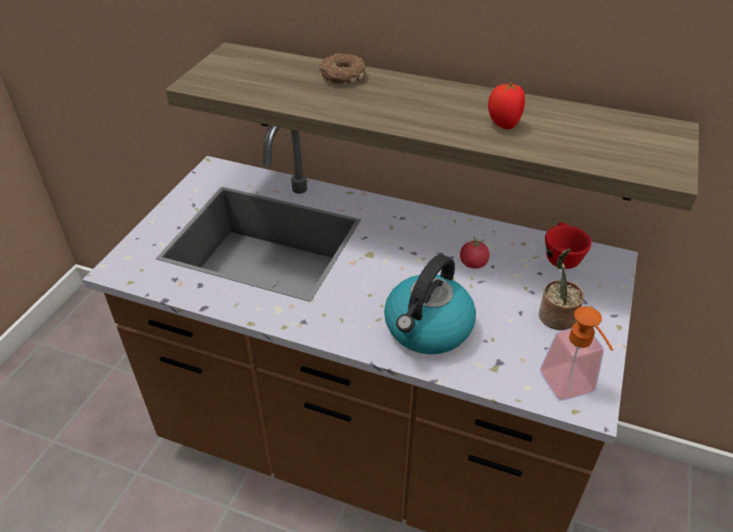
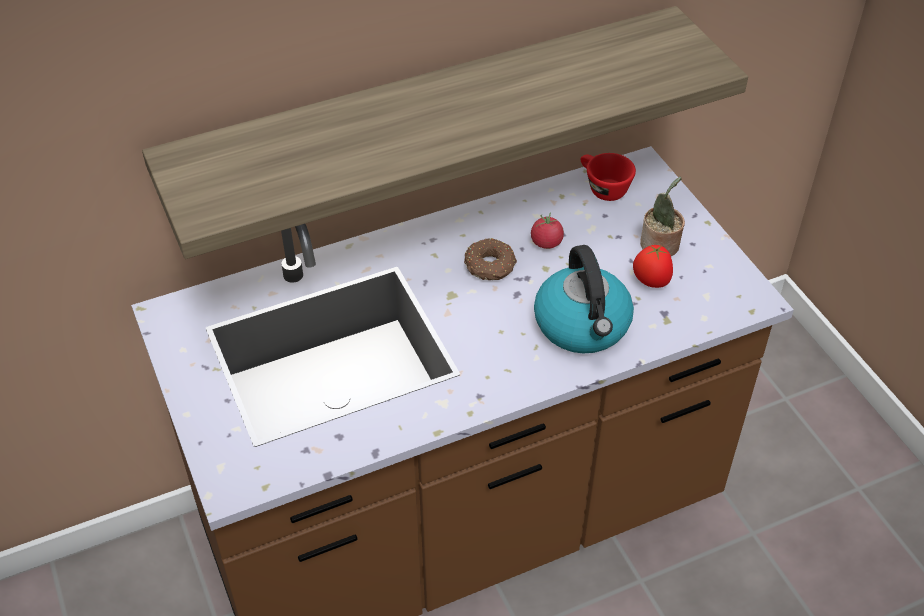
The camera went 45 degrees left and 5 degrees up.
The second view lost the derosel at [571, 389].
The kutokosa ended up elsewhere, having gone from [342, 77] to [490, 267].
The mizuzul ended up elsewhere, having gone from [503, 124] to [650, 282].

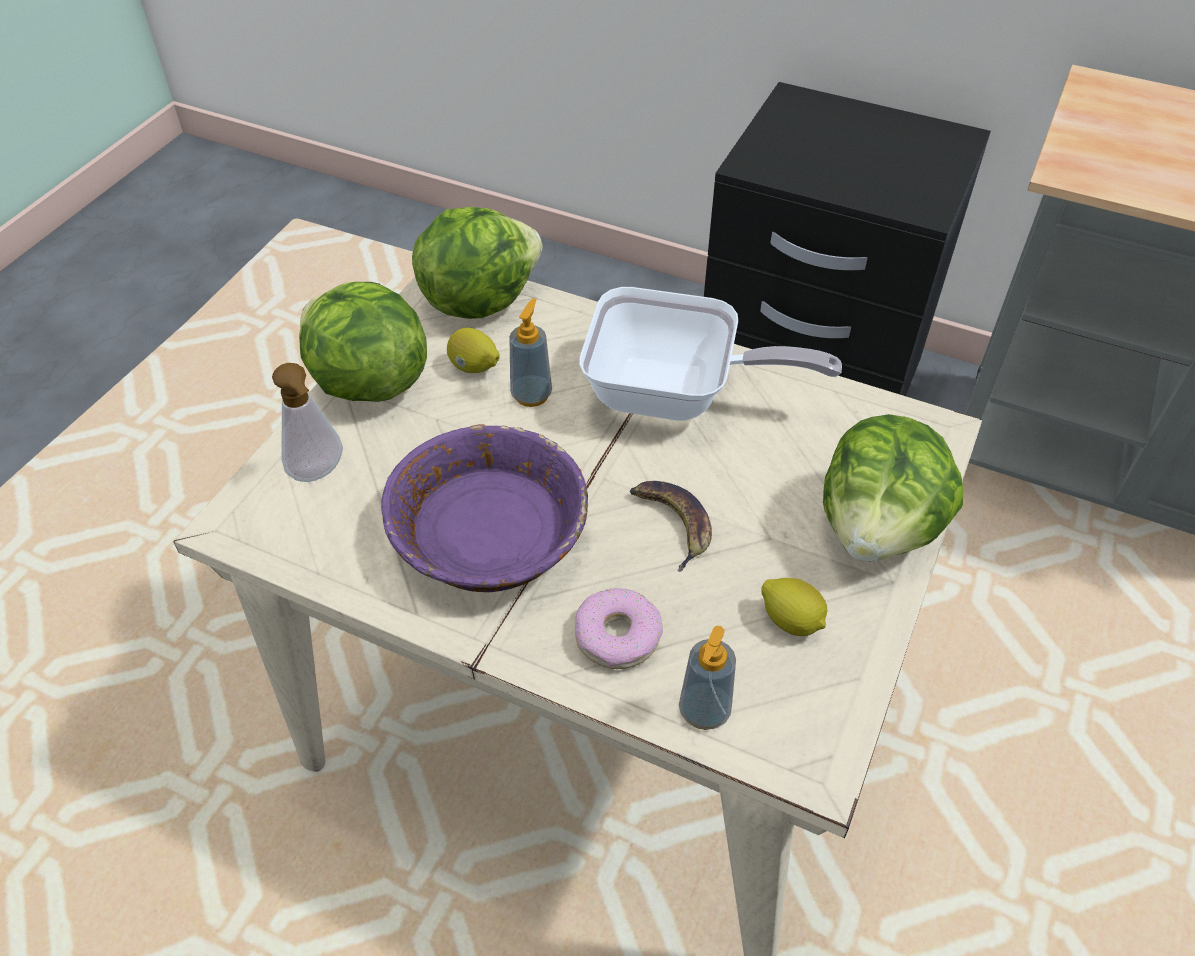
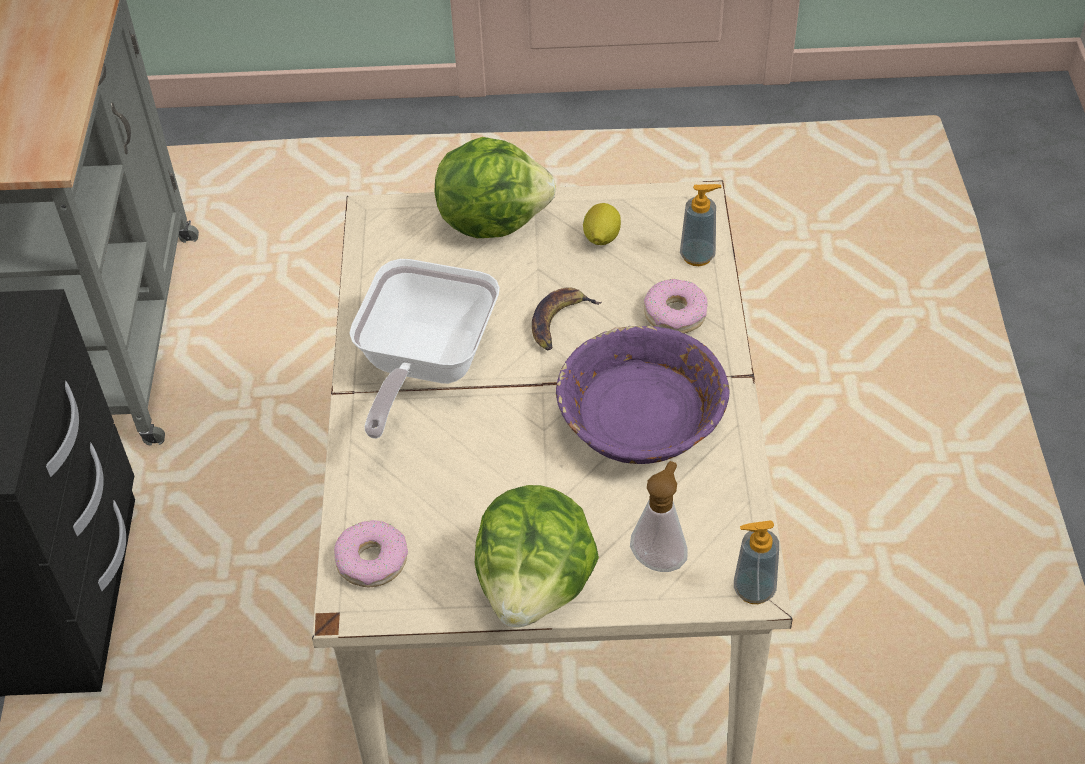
The camera went 115 degrees left and 0 degrees up.
The second view lost the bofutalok at [474, 367].
The derosel ended up elsewhere, having gone from [531, 395] to [754, 589].
Where the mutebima stood at [478, 299], the kutokosa came to stand at [372, 560].
The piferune at [675, 396] ended up facing another way, 150 degrees counterclockwise from before.

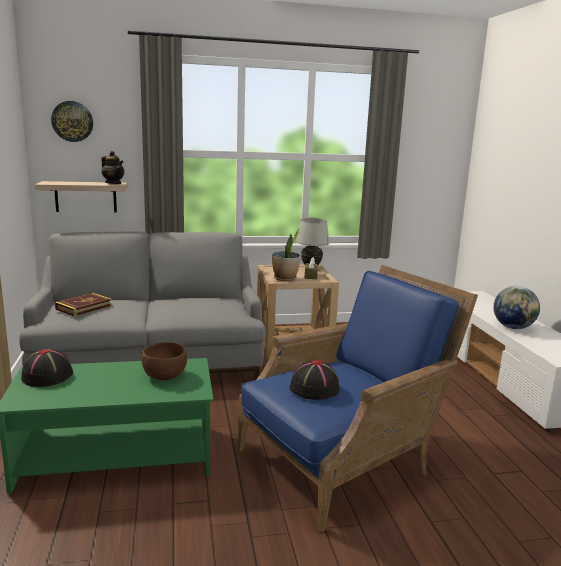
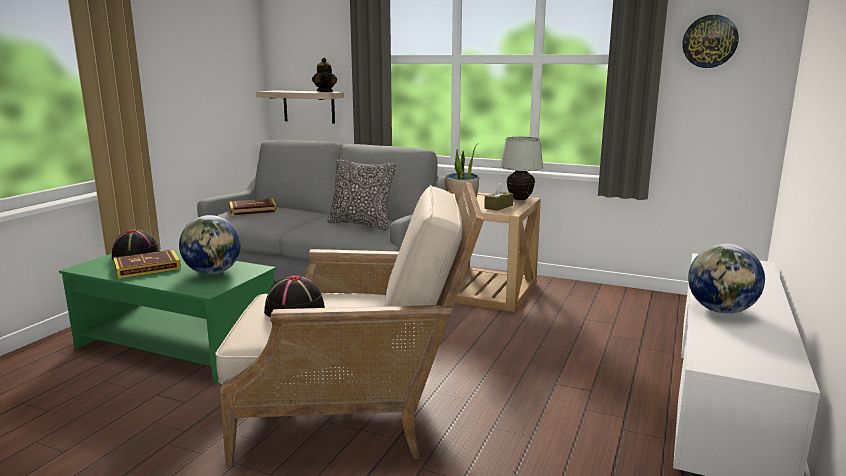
The camera went 35 degrees right and 0 degrees up.
The second view gained the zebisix at [147, 268].
The second view gained the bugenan at [361, 224].
The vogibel ended up elsewhere, having gone from [72, 121] to [710, 41].
Where the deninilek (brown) stood at [165, 375], the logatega came to stand at [213, 272].
What was the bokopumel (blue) at [345, 458] turned into the bokopumel (beige) at [357, 412].

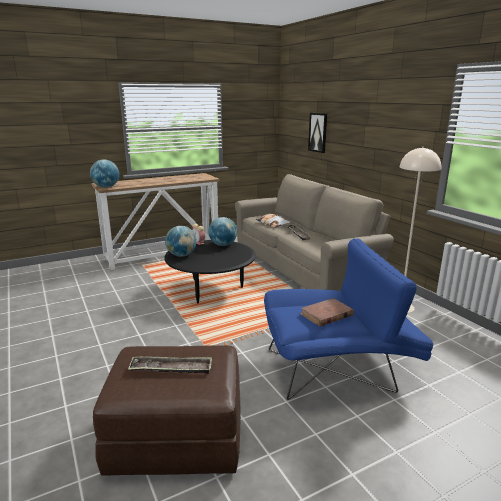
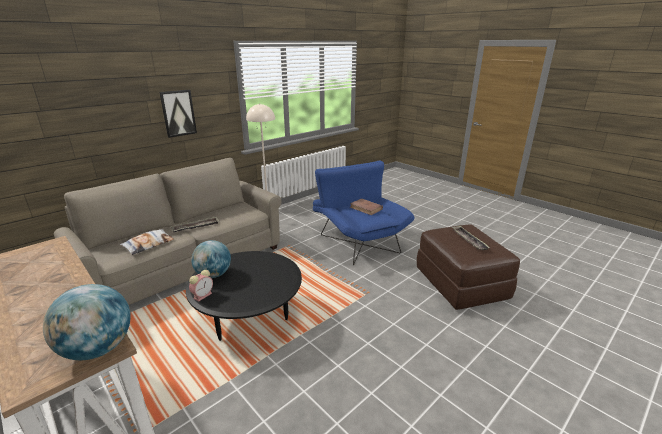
The camera went 105 degrees left and 5 degrees up.
The second view lost the logatega at [181, 255].
The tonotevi ended up elsewhere, having gone from [318, 132] to [178, 113].

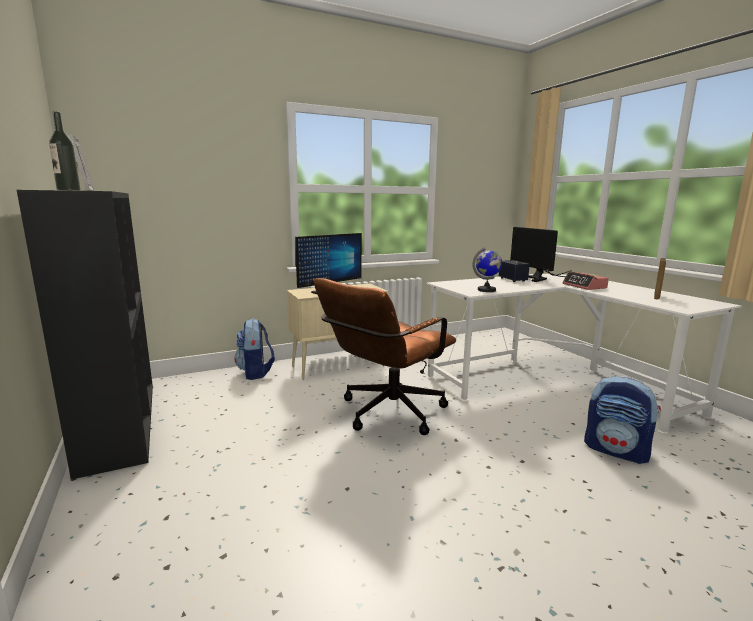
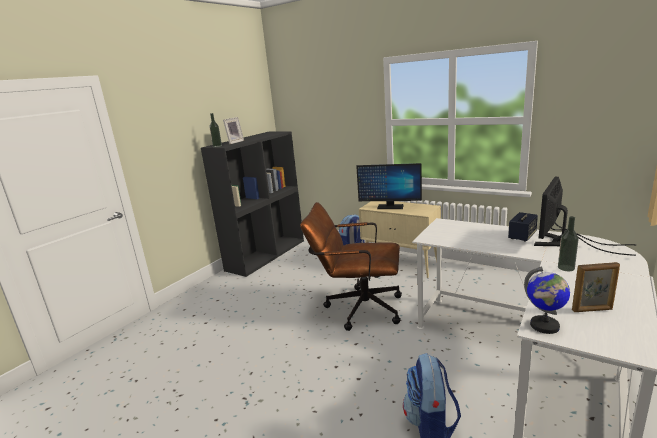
The camera went 60 degrees right and 5 degrees up.
The logatega ended up elsewhere, having gone from [486, 290] to [544, 326].
Where the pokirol stood at [584, 286], the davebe came to stand at [566, 268].

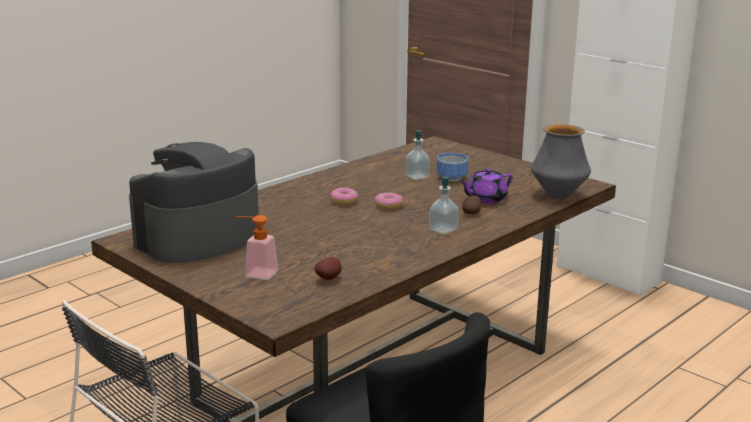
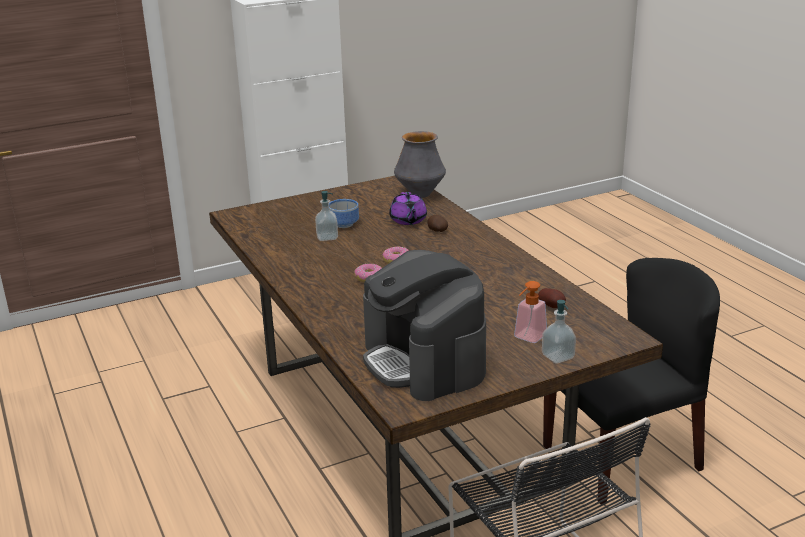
The camera went 70 degrees left and 5 degrees up.
The derosel ended up elsewhere, having gone from [443, 230] to [557, 356].

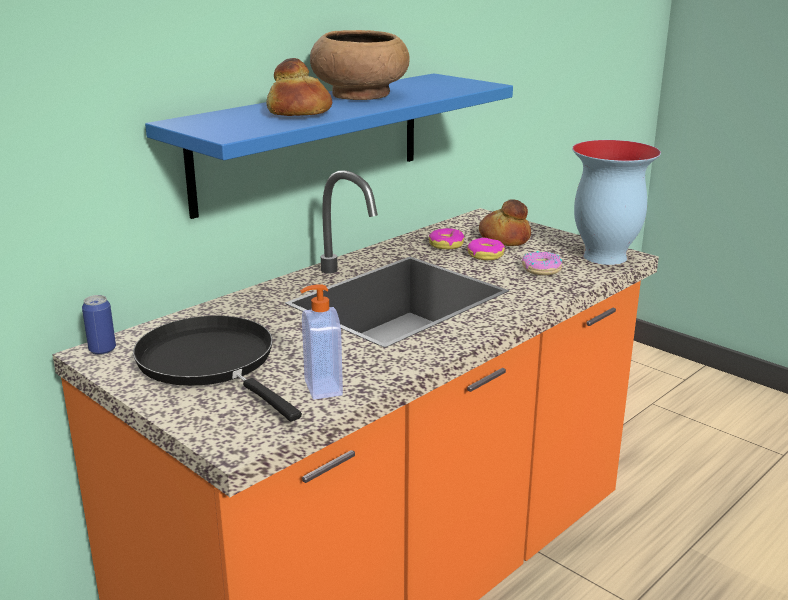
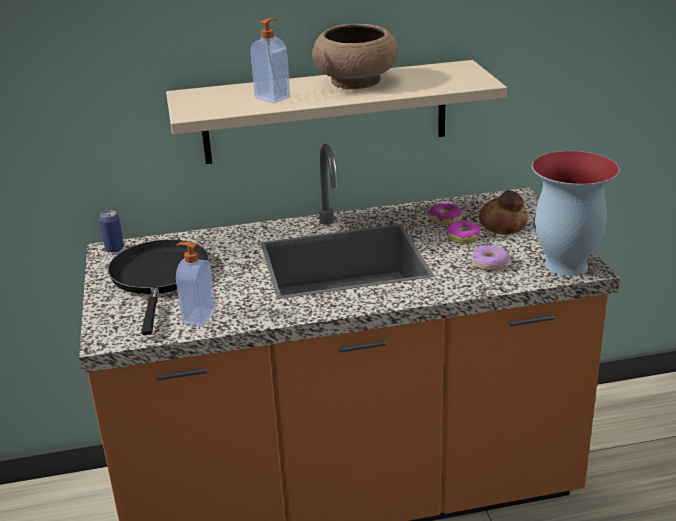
The camera went 35 degrees right and 5 degrees up.
Where the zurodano stood at [298, 113], the derosel came to stand at [273, 97].
What was the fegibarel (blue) at [311, 141] turned into the fegibarel (beige) at [325, 112].

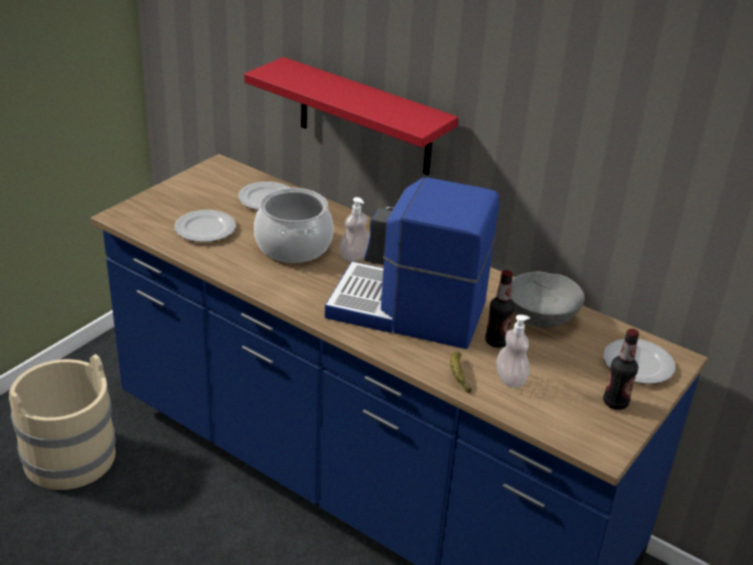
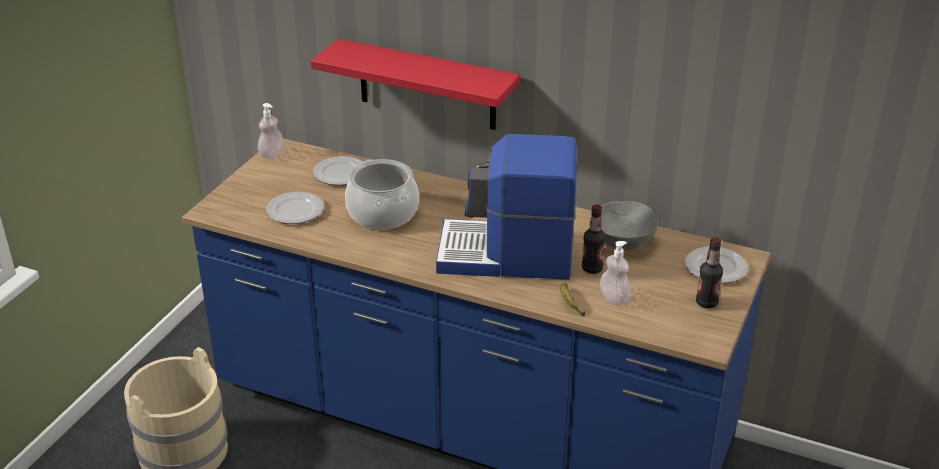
The camera went 10 degrees left and 0 degrees up.
The derosel ended up elsewhere, having gone from [354, 256] to [271, 154].

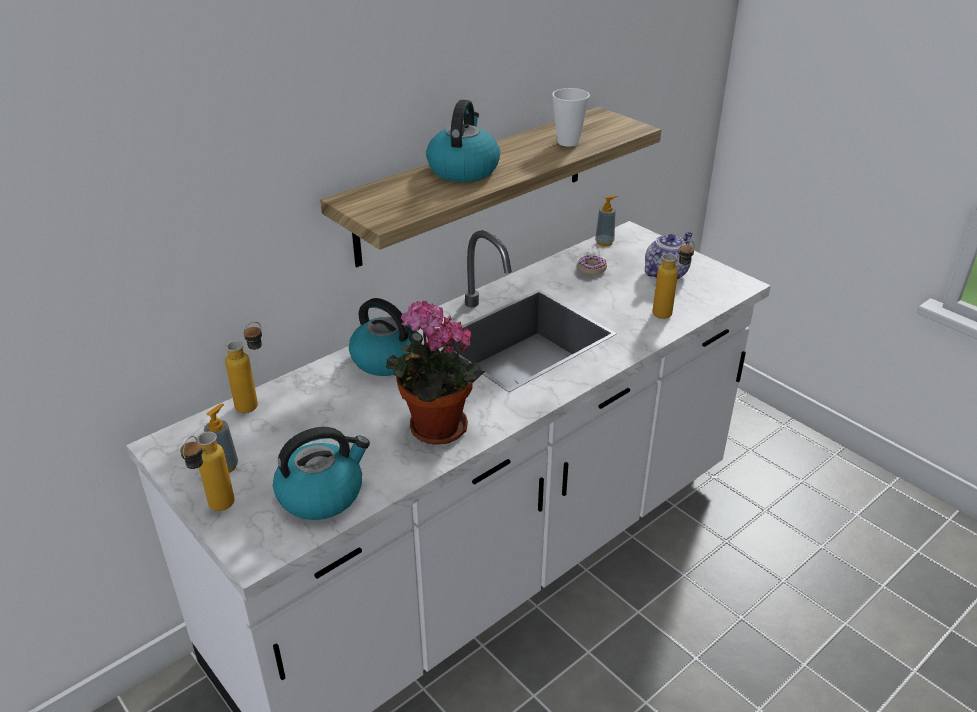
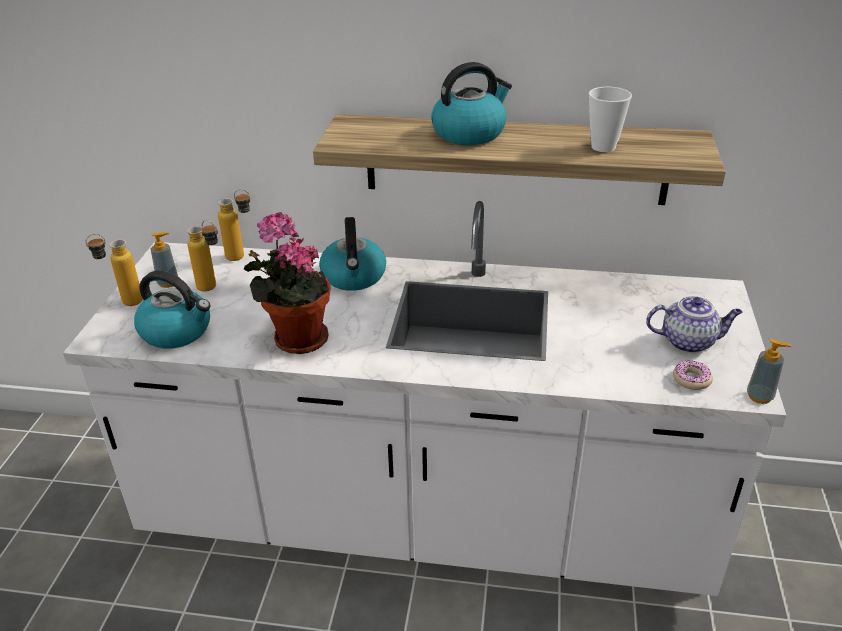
The camera went 50 degrees right and 0 degrees up.
The kutokosa ended up elsewhere, having gone from [591, 269] to [691, 379].
The derosel ended up elsewhere, having gone from [604, 242] to [759, 396].
The davebe ended up elsewhere, having gone from [669, 312] to [213, 289].

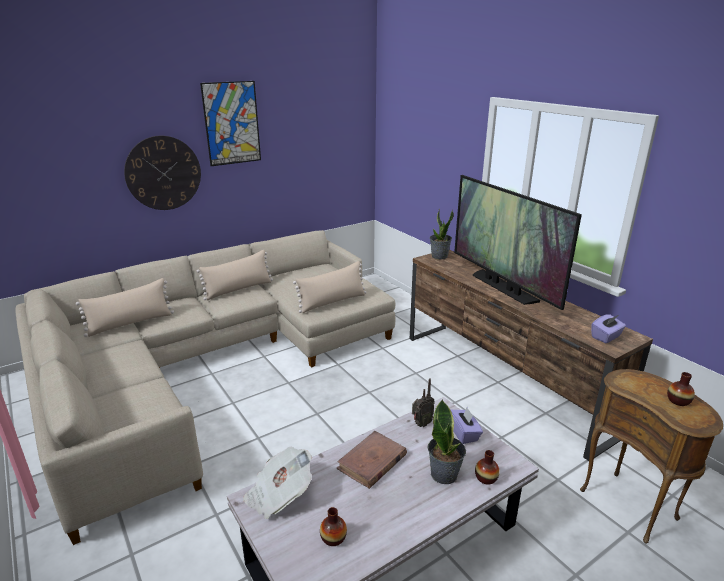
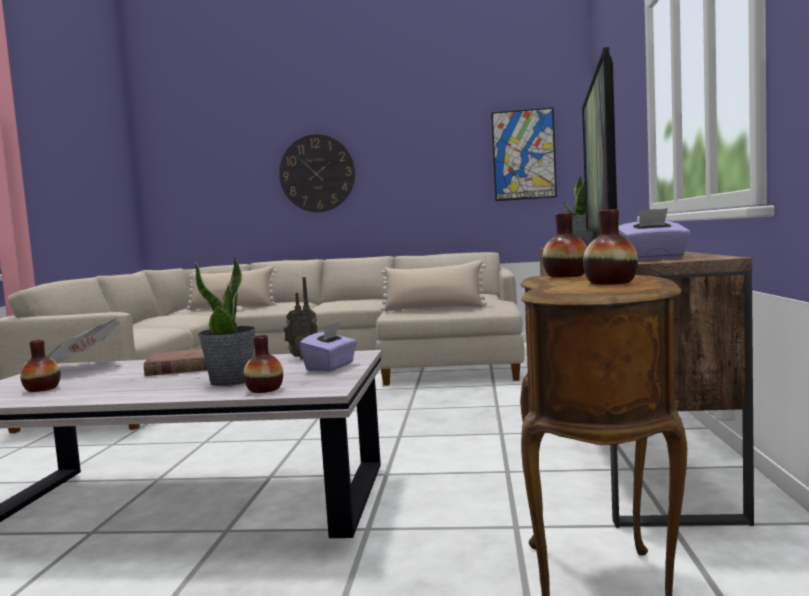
The camera went 40 degrees right and 20 degrees down.
The second view lost the bugenan (beige) at [238, 289].
The second view gained the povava at [566, 276].
The tonotevi ended up elsewhere, having gone from [232, 123] to [524, 155].

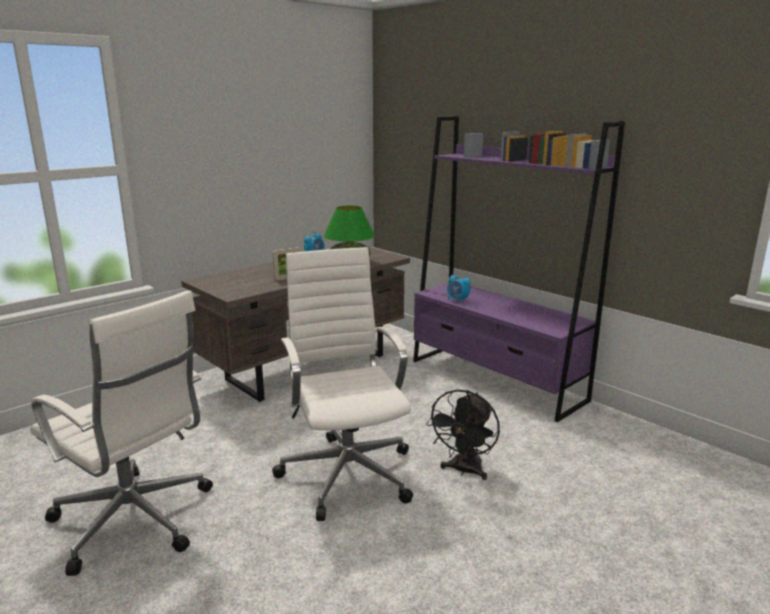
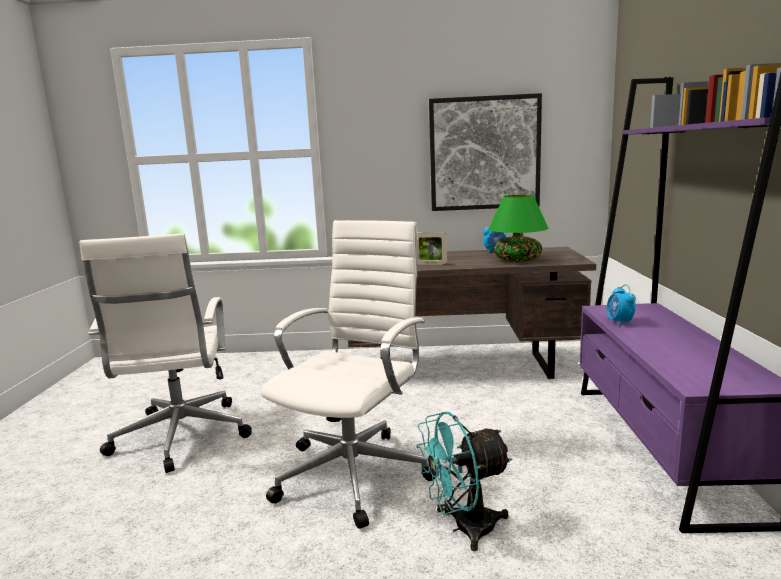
The camera went 45 degrees right and 5 degrees down.
The second view gained the tonotevi at [484, 153].
What was the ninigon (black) at [464, 471] turned into the ninigon (turquoise) at [464, 528].

